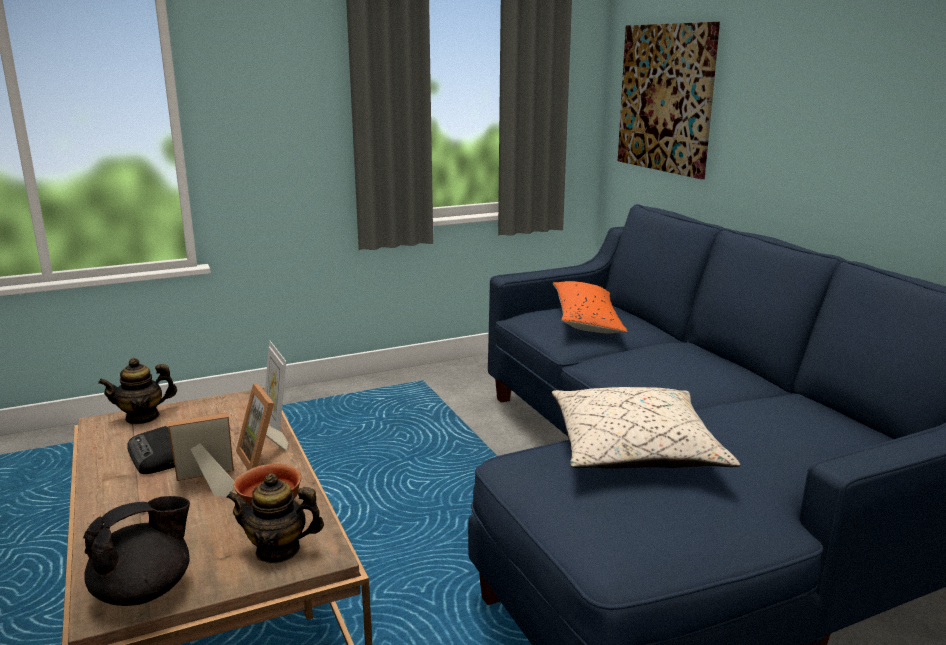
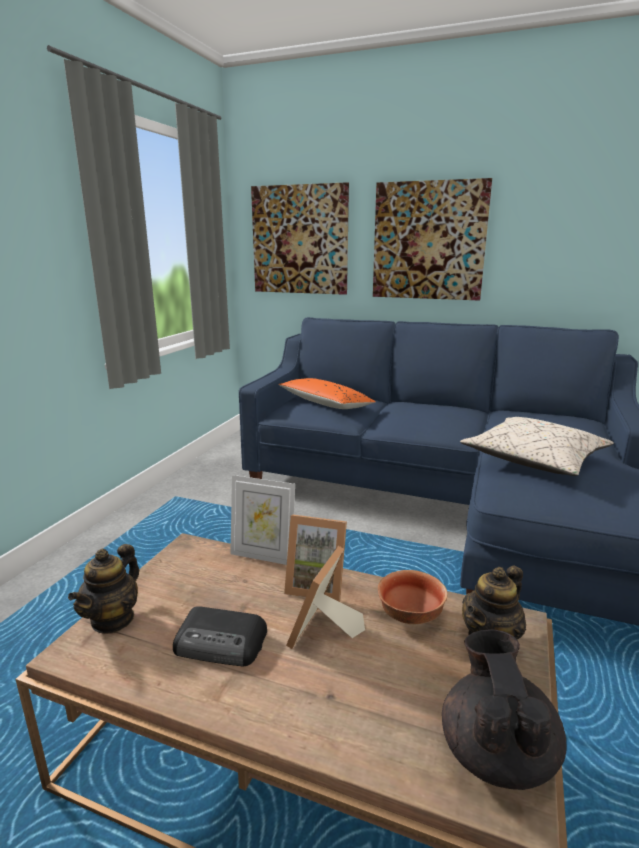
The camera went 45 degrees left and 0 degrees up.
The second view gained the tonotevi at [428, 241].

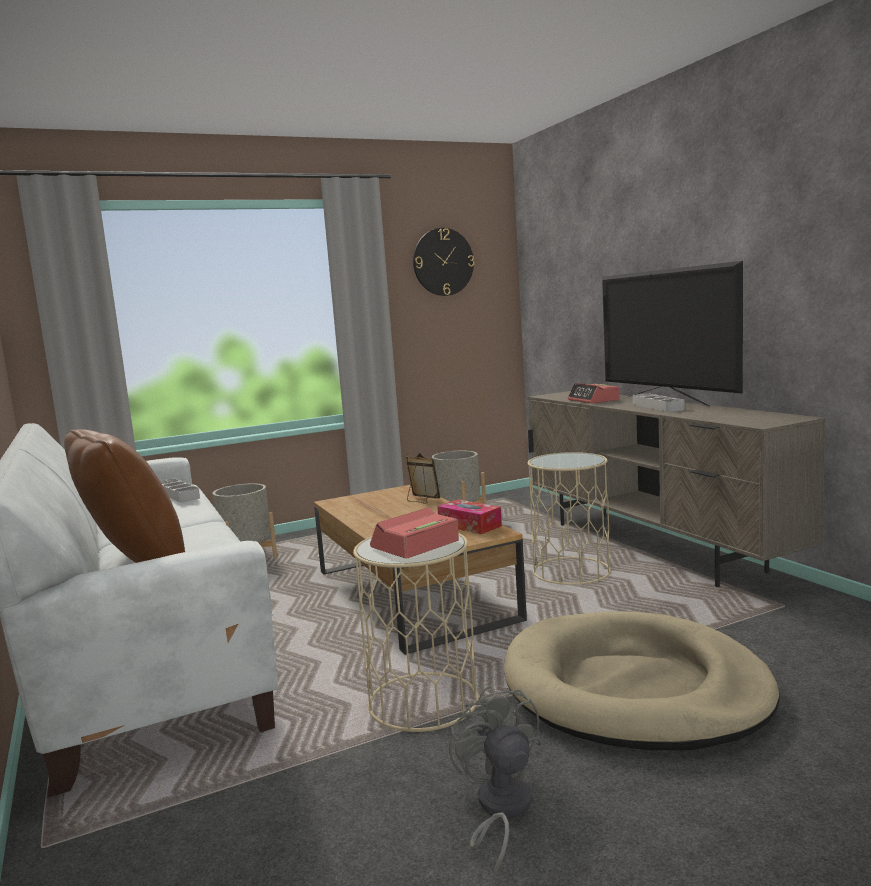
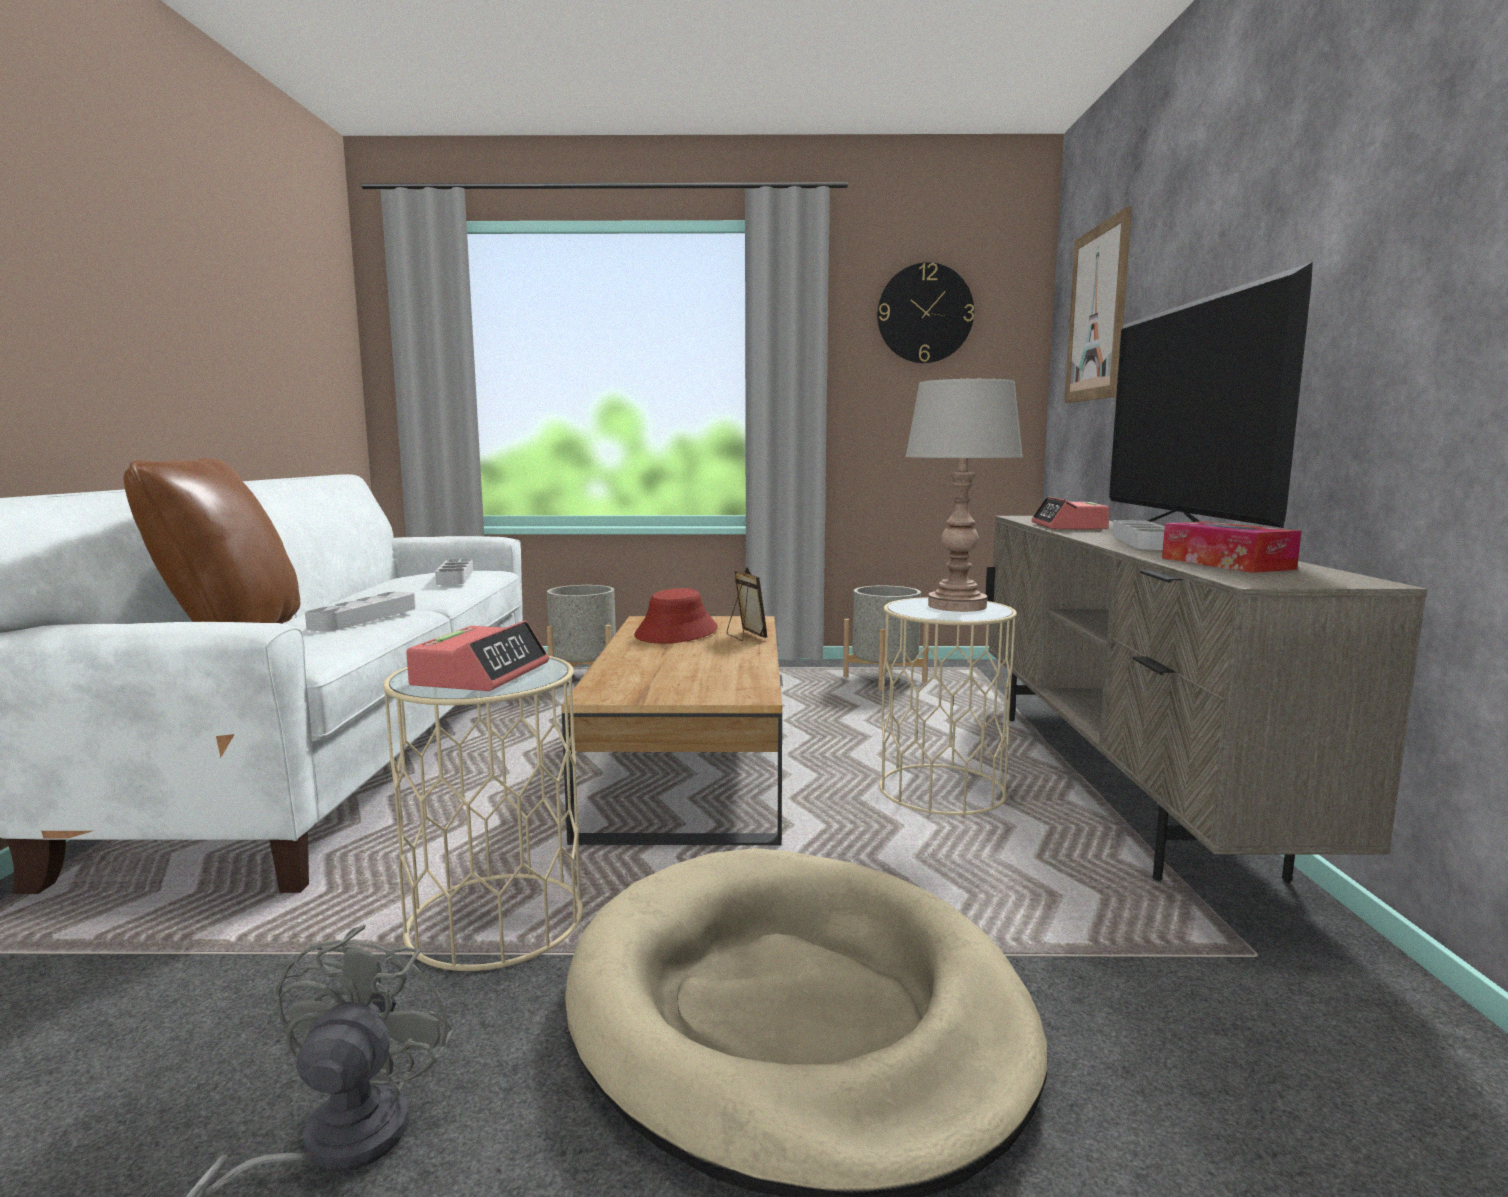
The camera went 25 degrees right and 0 degrees up.
The second view gained the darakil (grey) at [364, 618].
The second view gained the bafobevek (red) at [677, 632].
The second view gained the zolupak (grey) at [956, 606].
The second view gained the tonotevi at [1097, 313].
The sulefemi ended up elsewhere, having gone from [469, 525] to [1226, 563].
The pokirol at [414, 545] ended up facing another way, 120 degrees clockwise from before.

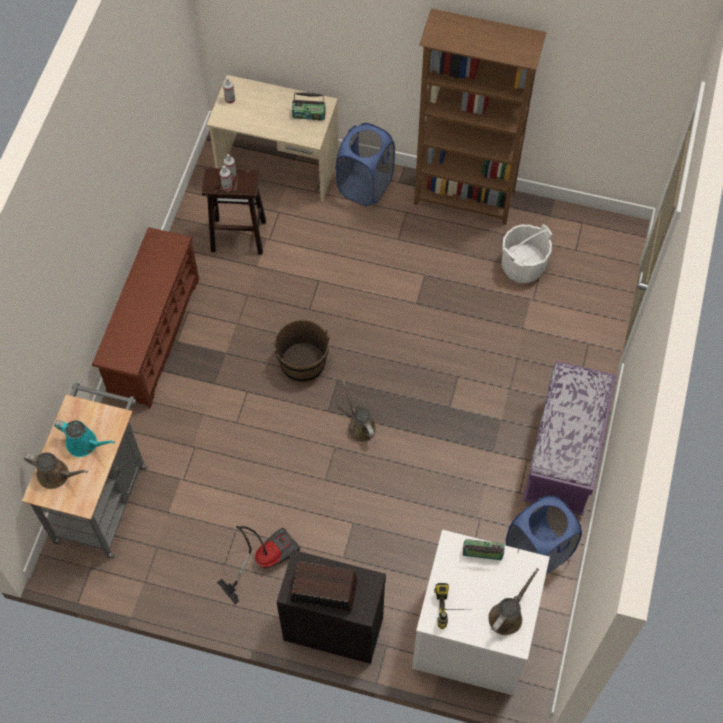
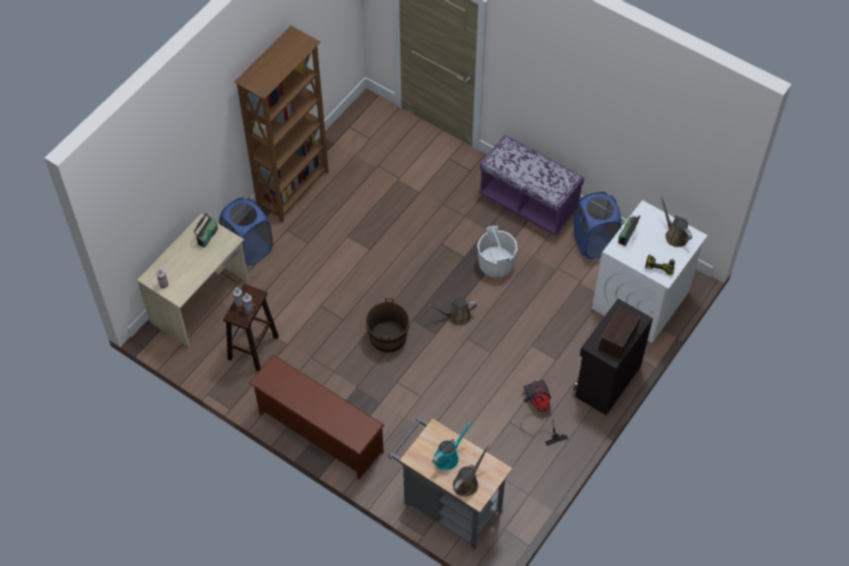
The camera went 70 degrees left and 5 degrees down.
The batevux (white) ended up elsewhere, having gone from [523, 266] to [496, 264].

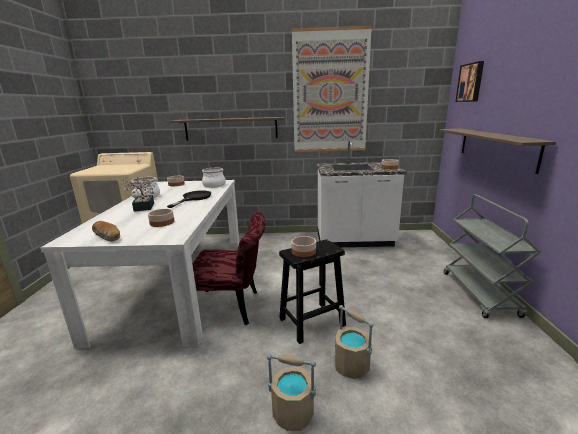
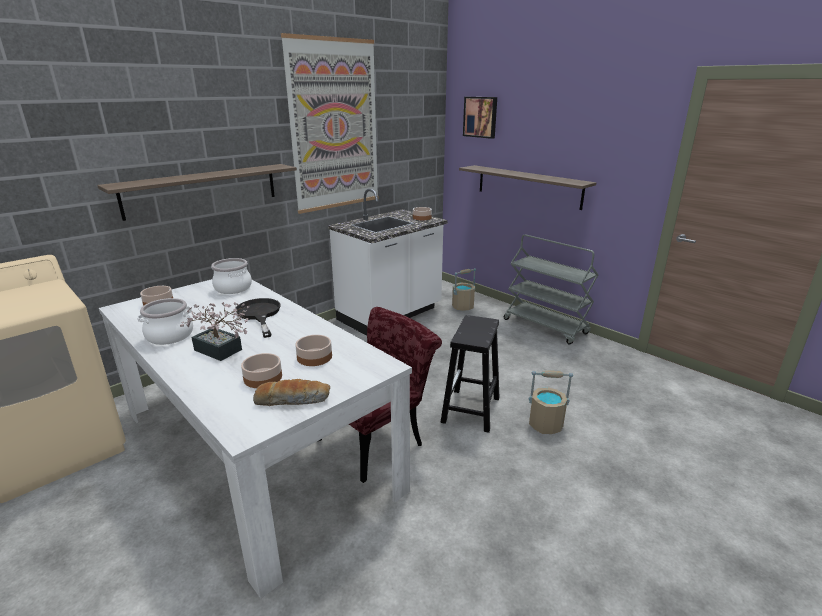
The camera went 45 degrees left and 5 degrees up.
The batevux (beige) ended up elsewhere, having gone from [292, 413] to [462, 307].
The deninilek ended up elsewhere, having gone from [303, 251] to [263, 378].

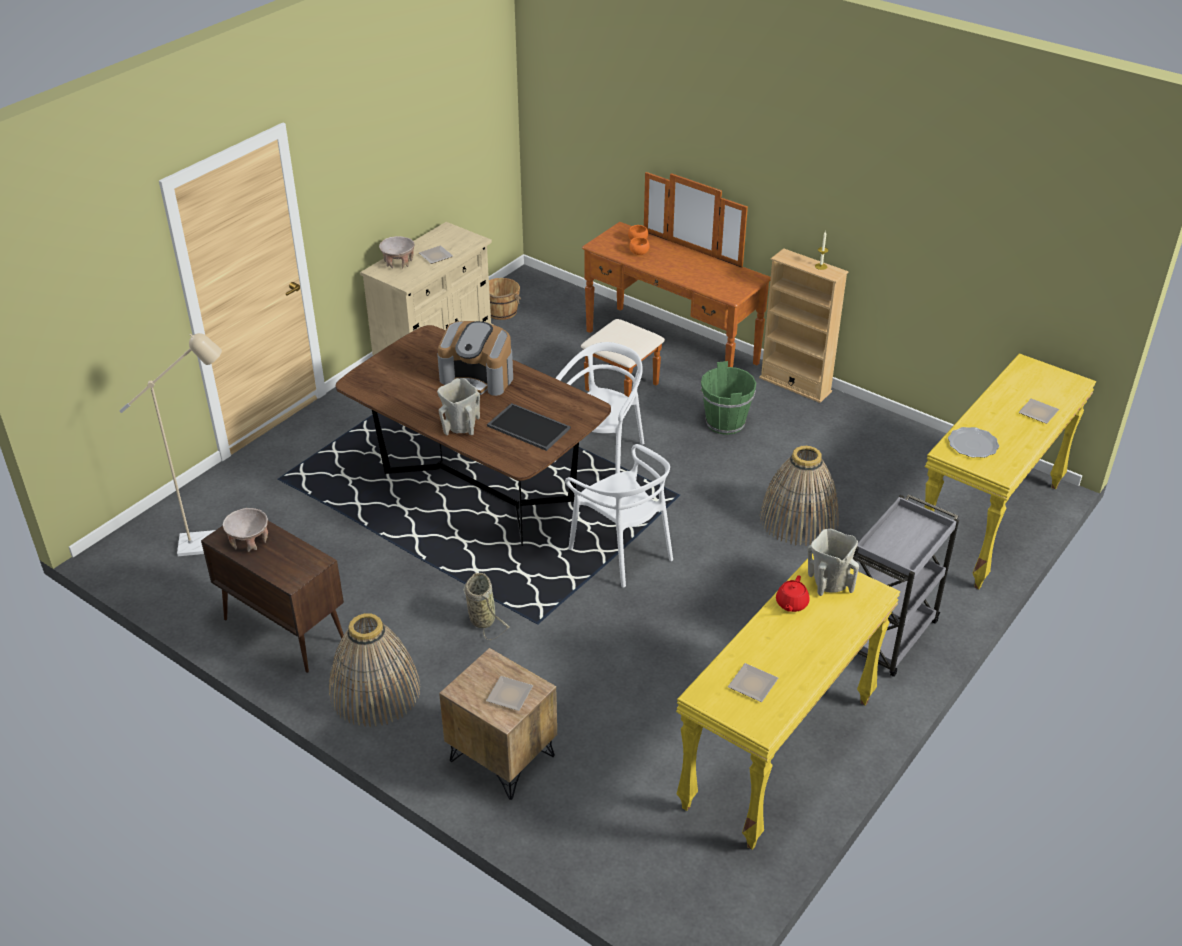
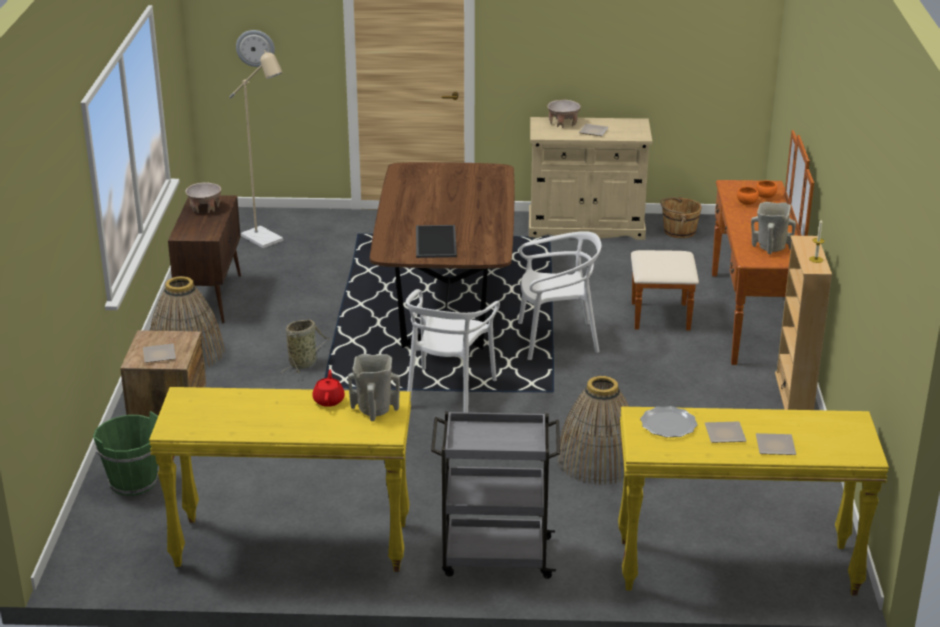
The camera went 55 degrees right and 10 degrees down.
The second view lost the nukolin at [478, 377].
The second view gained the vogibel at [255, 48].
The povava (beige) ended up elsewhere, having gone from [460, 427] to [770, 247].
The batevux (green) ended up elsewhere, having gone from [725, 423] to [133, 482].
The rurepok ended up elsewhere, having gone from [754, 684] to [726, 435].
The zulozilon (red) at [791, 604] ended up facing another way, 105 degrees clockwise from before.

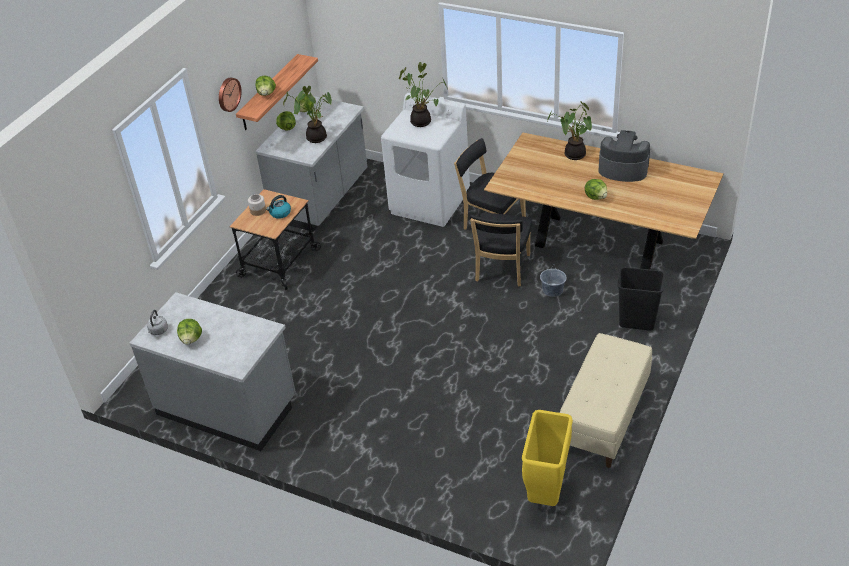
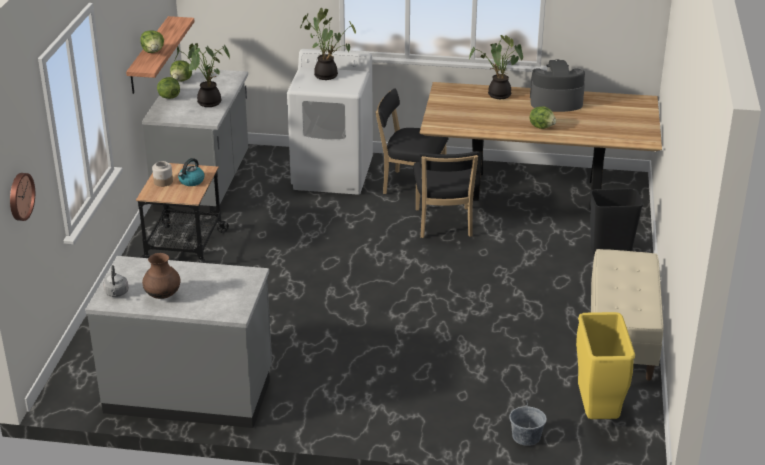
The camera went 20 degrees left and 10 degrees down.
The vogibel ended up elsewhere, having gone from [228, 94] to [19, 196].
The batevux (grey) ended up elsewhere, having gone from [552, 290] to [526, 437].
Where the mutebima stood at [191, 339], the povava (brown) came to stand at [163, 295].

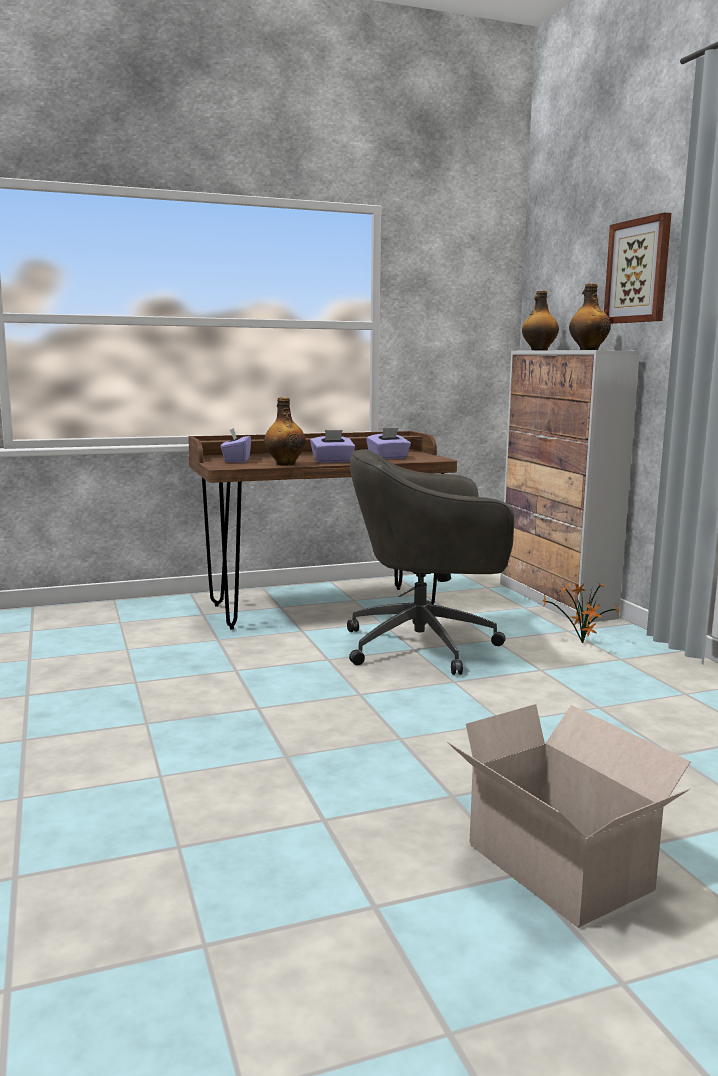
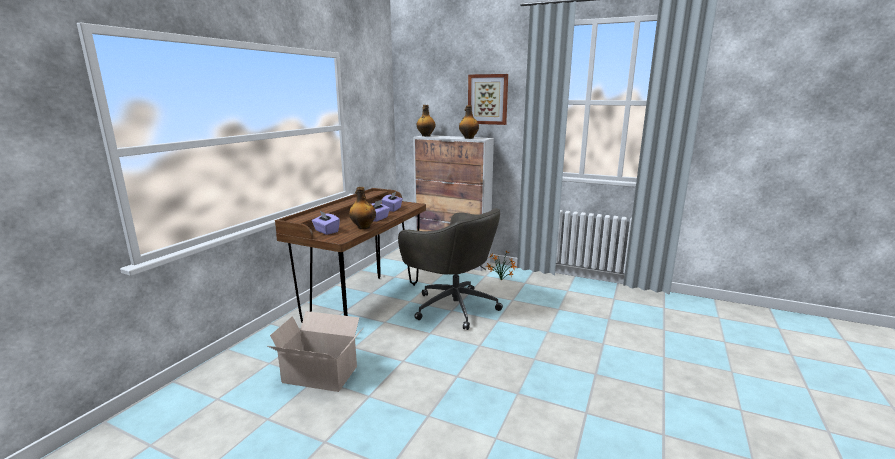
The camera went 45 degrees left and 5 degrees up.
The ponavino ended up elsewhere, having gone from [561, 870] to [321, 375].
The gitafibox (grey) at [425, 646] ended up facing another way, 90 degrees counterclockwise from before.

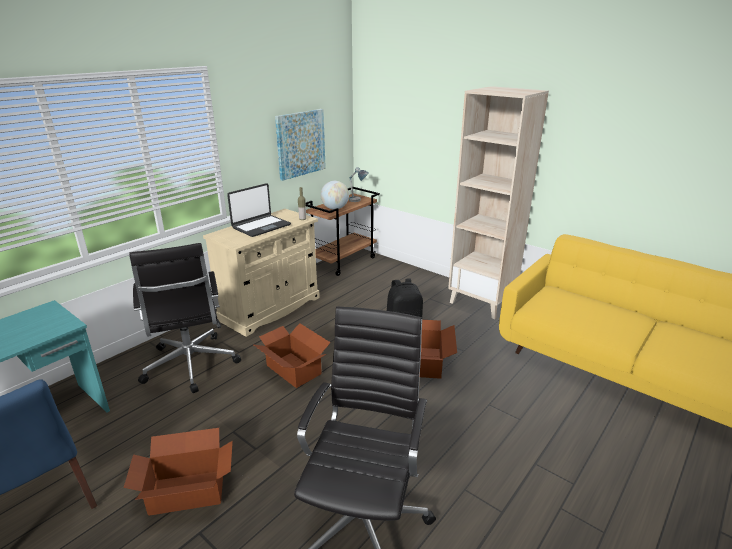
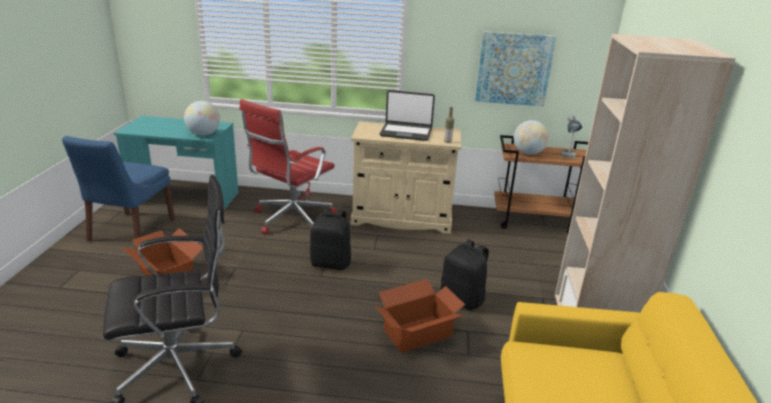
The camera went 55 degrees right and 0 degrees up.
The second view gained the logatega at [204, 134].
Where the ponavino stood at [294, 369], the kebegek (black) came to stand at [331, 263].
What was the gitafibox (black) at [190, 366] turned into the gitafibox (red) at [291, 219].

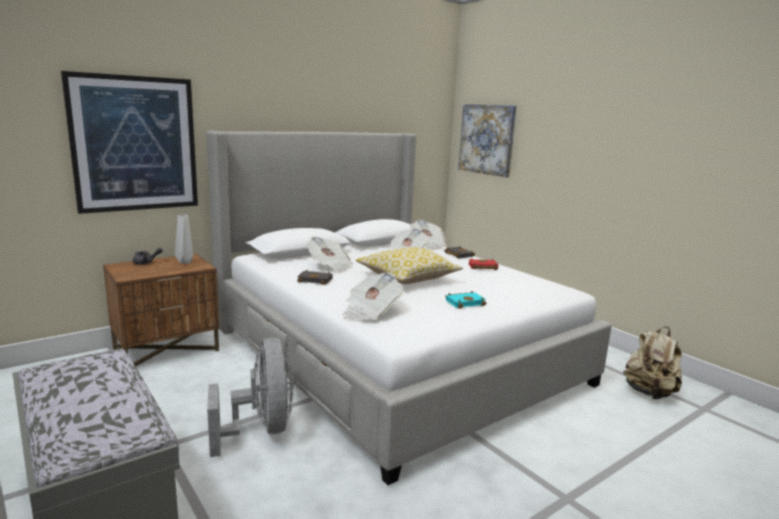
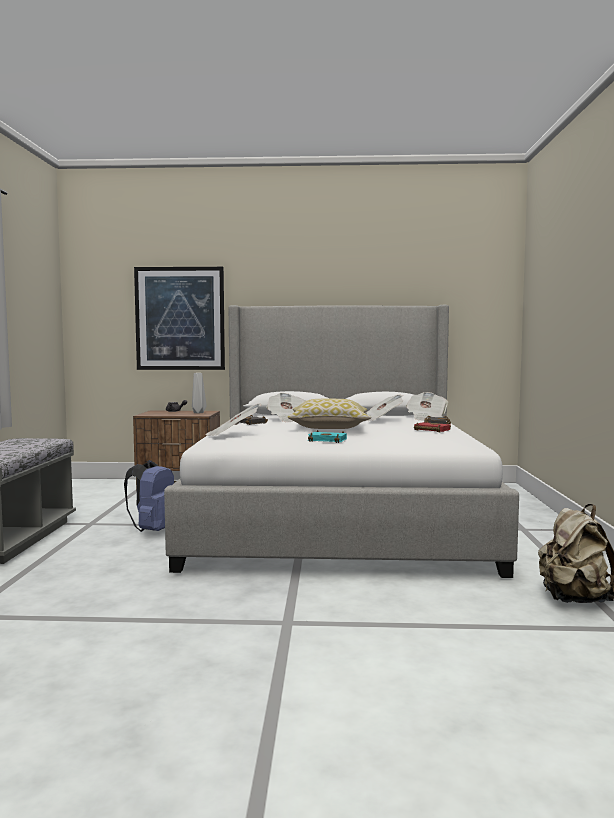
The camera went 40 degrees right and 10 degrees down.
The second view lost the tonotevi at [486, 139].
Where the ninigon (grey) stood at [261, 429], the kebegek (blue) came to stand at [154, 530].

